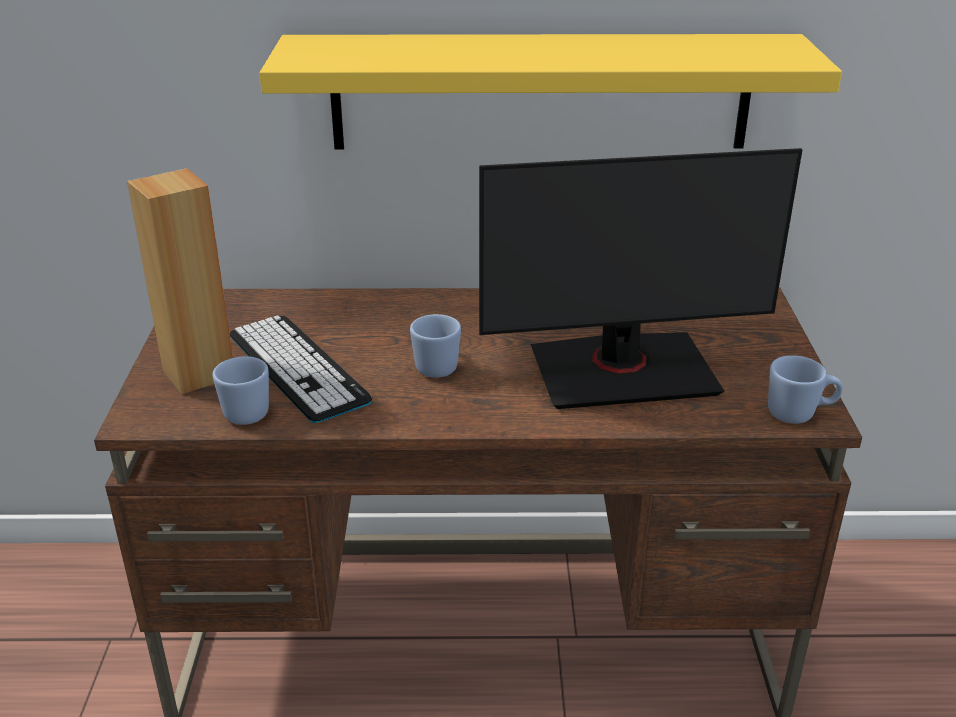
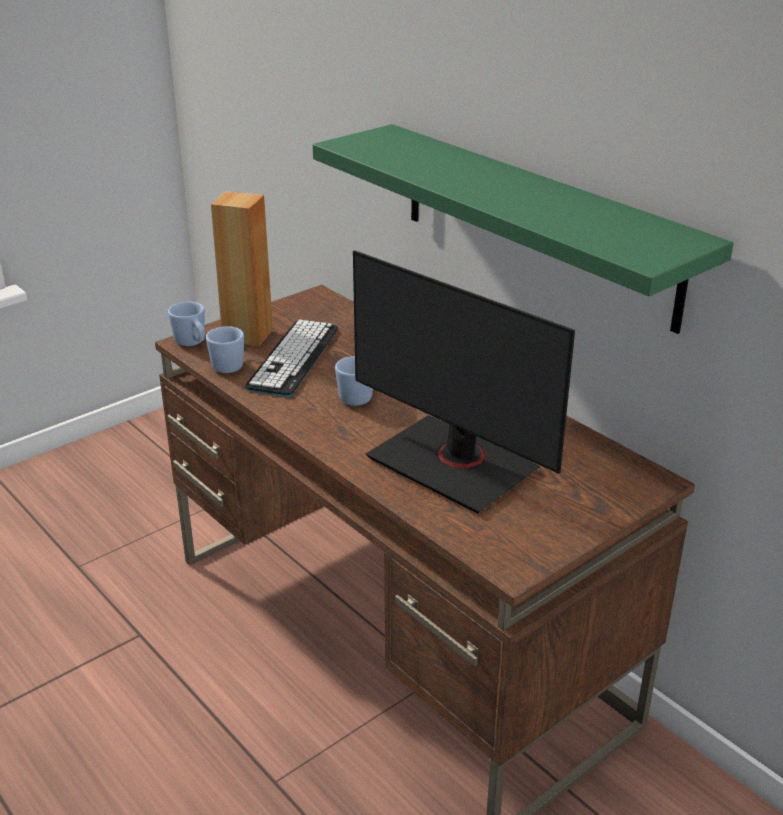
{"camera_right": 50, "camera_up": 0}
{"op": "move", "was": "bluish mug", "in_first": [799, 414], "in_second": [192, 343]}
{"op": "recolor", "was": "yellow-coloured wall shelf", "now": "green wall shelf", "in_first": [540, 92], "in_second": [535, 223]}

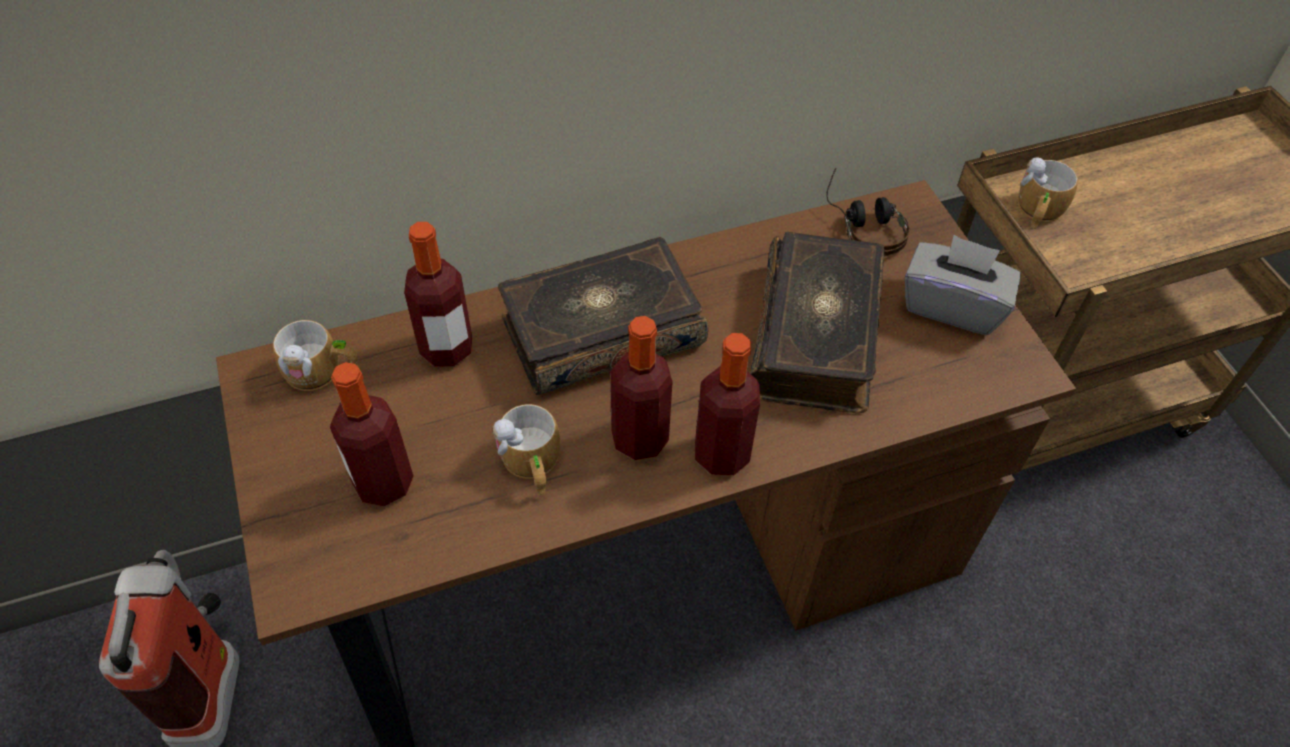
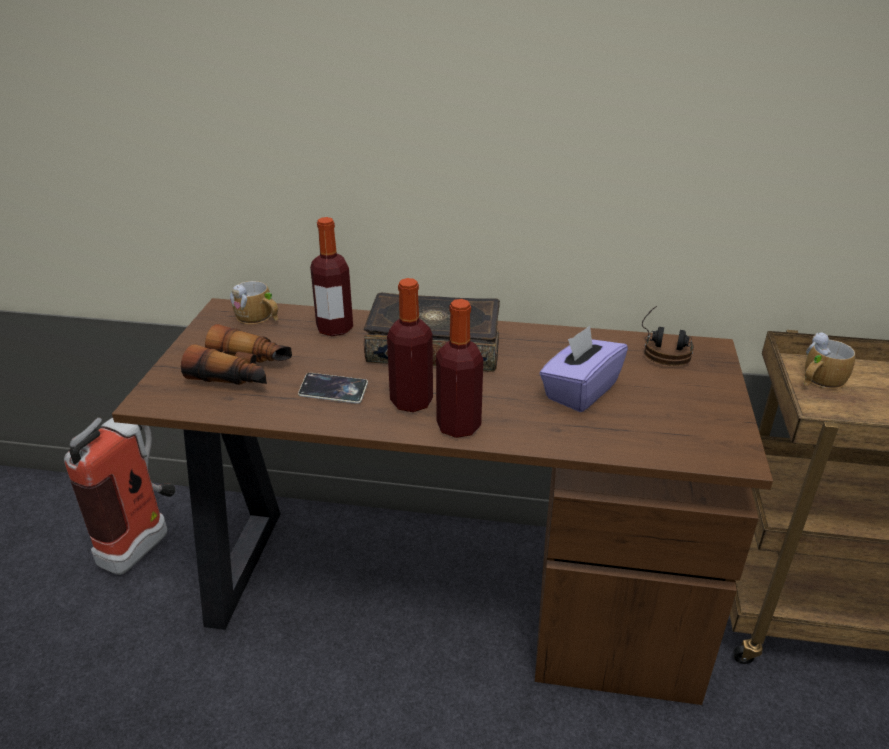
{"camera_right": 30, "camera_up": -20}
{"op": "replace", "was": "bottle", "now": "field glasses", "in_first": [384, 483], "in_second": [243, 372]}
{"op": "replace", "was": "mug", "now": "telephone", "in_first": [532, 465], "in_second": [333, 392]}
{"op": "replace", "was": "book", "now": "purple-coloured box of tissues", "in_first": [817, 336], "in_second": [580, 391]}
{"op": "delete", "was": "gray box of tissues", "in_first": [952, 305]}

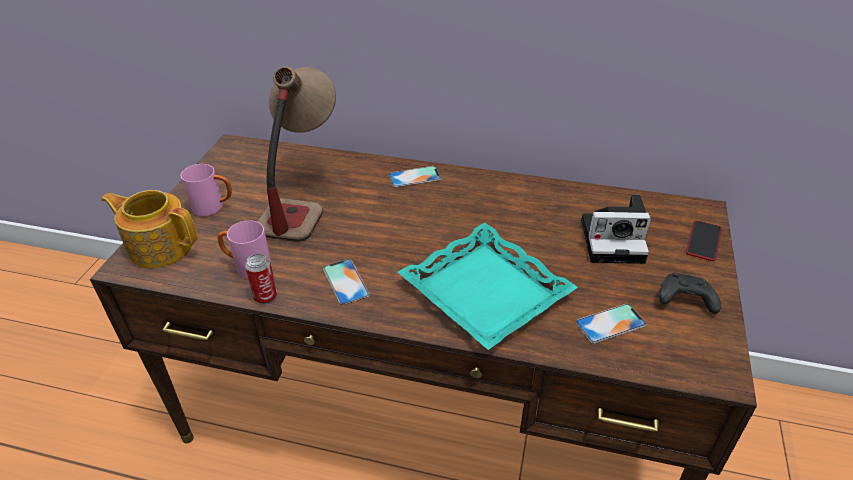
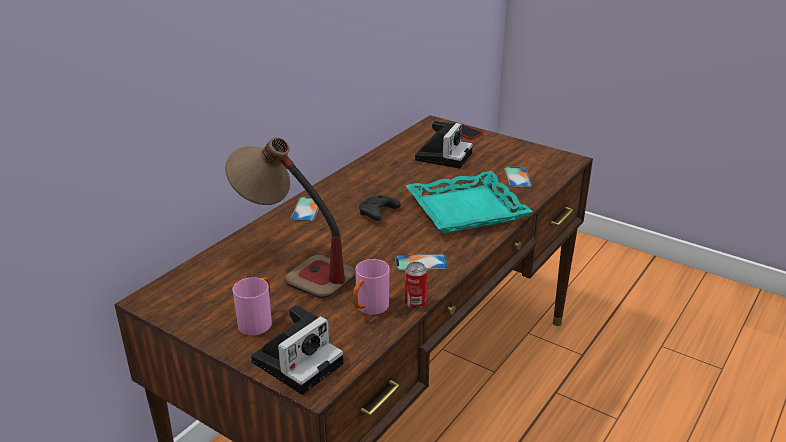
{"camera_right": -70, "camera_up": -10}
{"op": "replace", "was": "teapot", "now": "photo camera", "in_first": [160, 246], "in_second": [299, 360]}
{"op": "move", "was": "black-coloured game controller", "in_first": [684, 300], "in_second": [378, 214]}

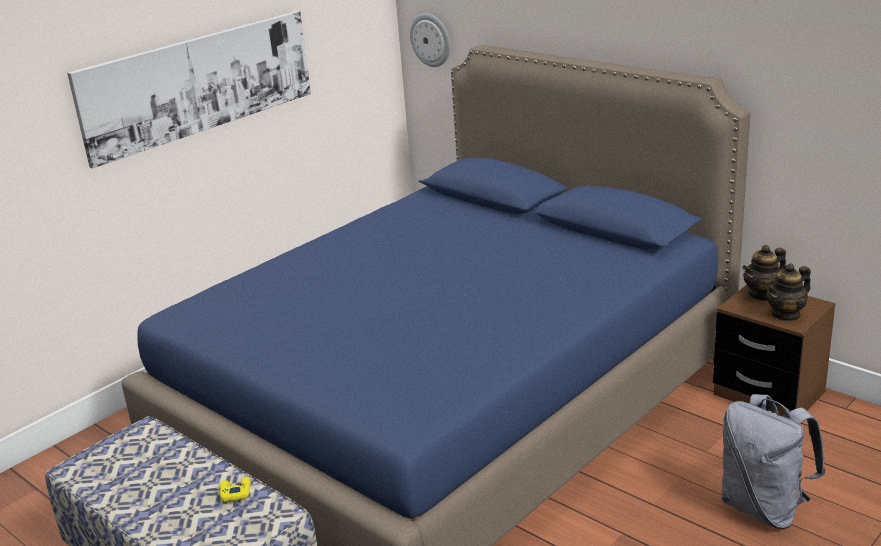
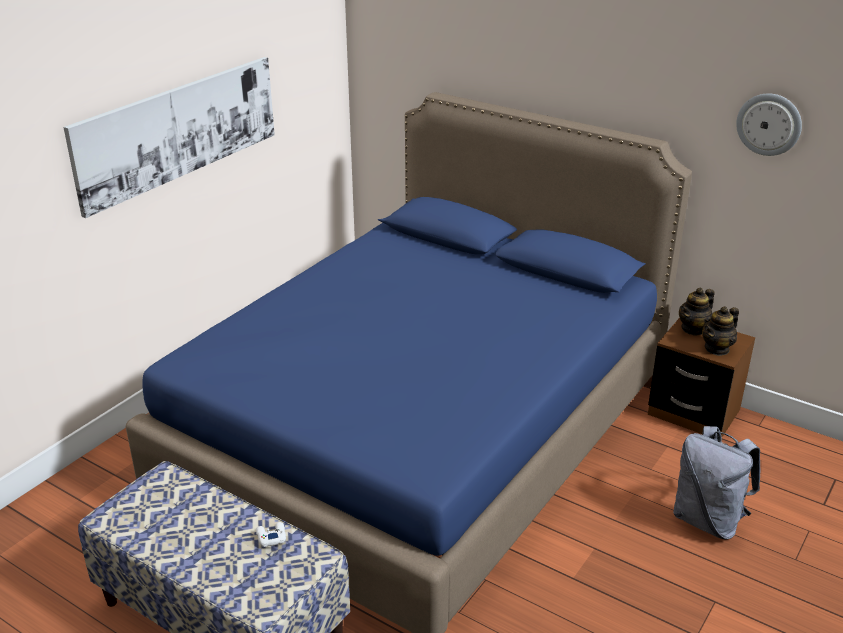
{"camera_right": -10, "camera_up": 5}
{"op": "recolor", "was": "yellow-coloured game controller", "now": "whitish game controller", "in_first": [235, 492], "in_second": [271, 537]}
{"op": "move", "was": "clock on the wall", "in_first": [431, 40], "in_second": [769, 124]}

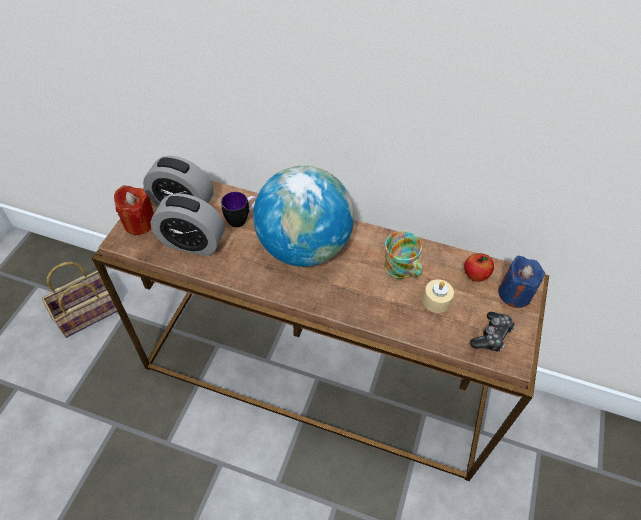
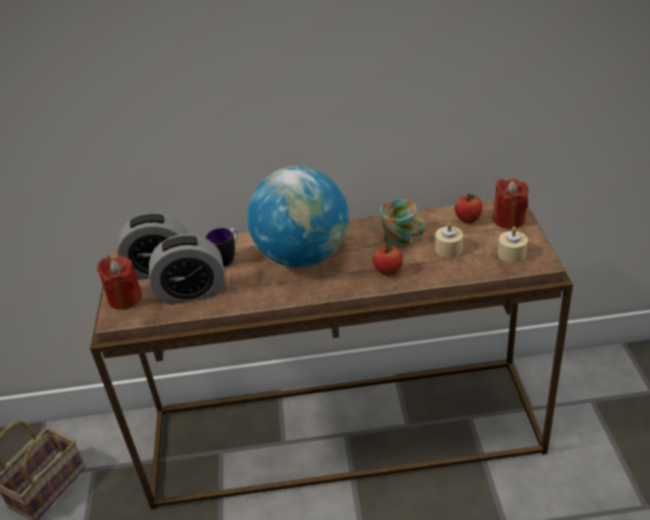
{"camera_right": -20, "camera_up": -15}
{"op": "insert", "now": "apple", "in_second": [388, 271]}
{"op": "recolor", "was": "bluish wax candle", "now": "red-coloured wax candle", "in_first": [514, 294], "in_second": [509, 219]}
{"op": "replace", "was": "game controller", "now": "beige wax candle", "in_first": [491, 336], "in_second": [512, 253]}

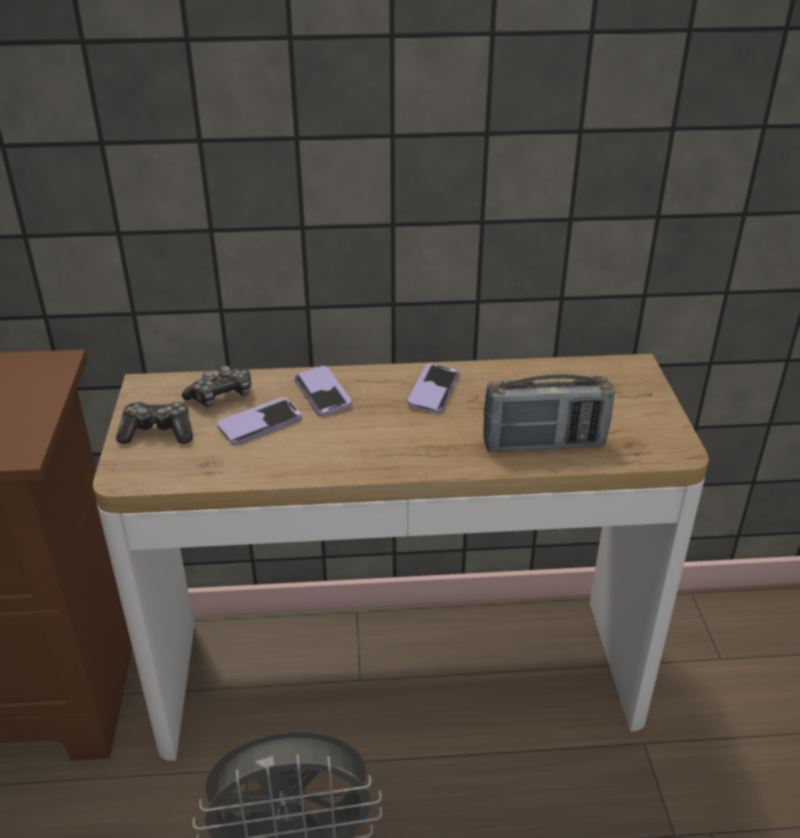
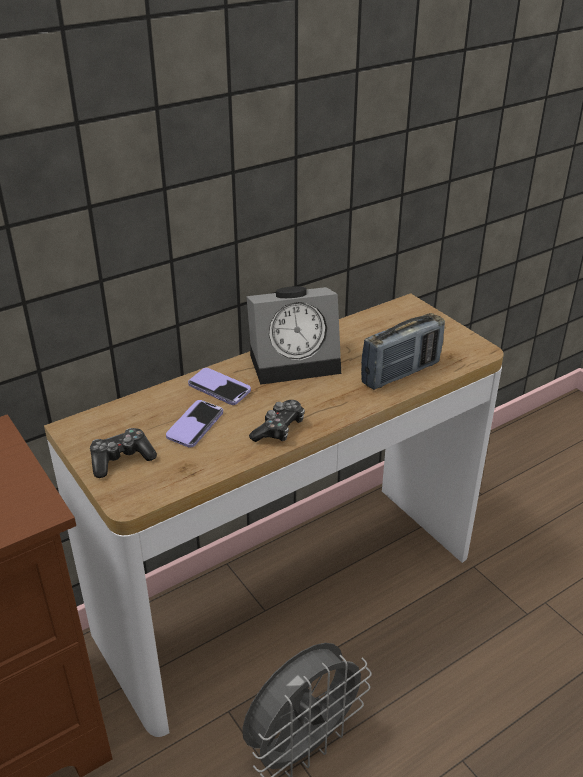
{"camera_right": -30, "camera_up": 0}
{"op": "replace", "was": "telephone", "now": "table clock", "in_first": [434, 390], "in_second": [296, 361]}
{"op": "move", "was": "game controller", "in_first": [221, 397], "in_second": [279, 429]}

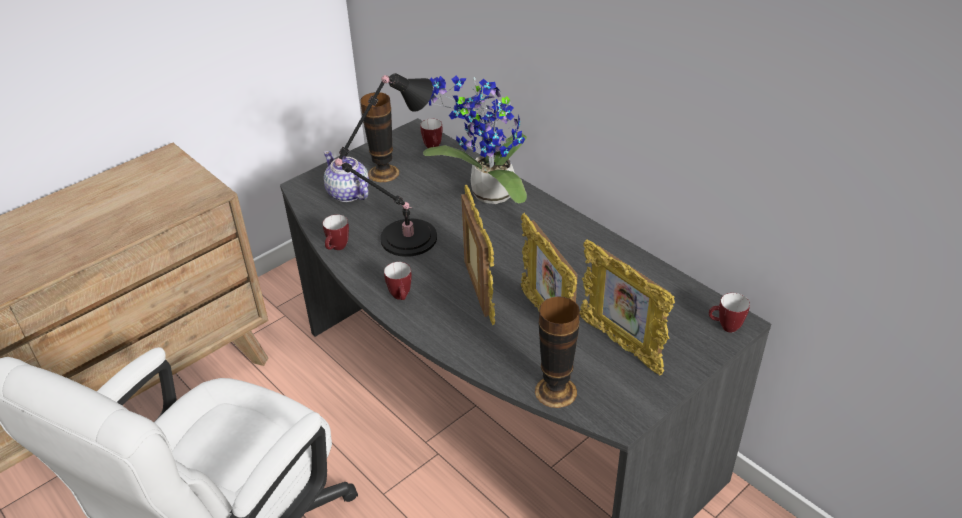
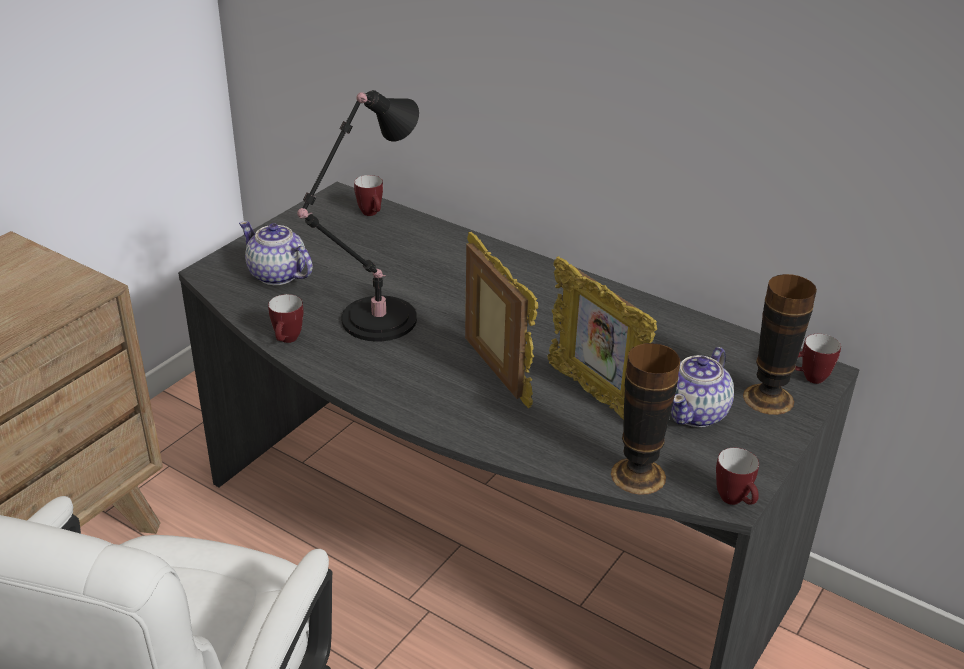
{"camera_right": -15, "camera_up": -5}
{"op": "replace", "was": "picture frame", "now": "teapot", "in_first": [621, 345], "in_second": [695, 412]}
{"op": "move", "was": "mug", "in_first": [401, 297], "in_second": [735, 501]}
{"op": "move", "was": "decorative vase", "in_first": [383, 173], "in_second": [768, 398]}
{"op": "delete", "was": "potted plant", "in_first": [487, 195]}

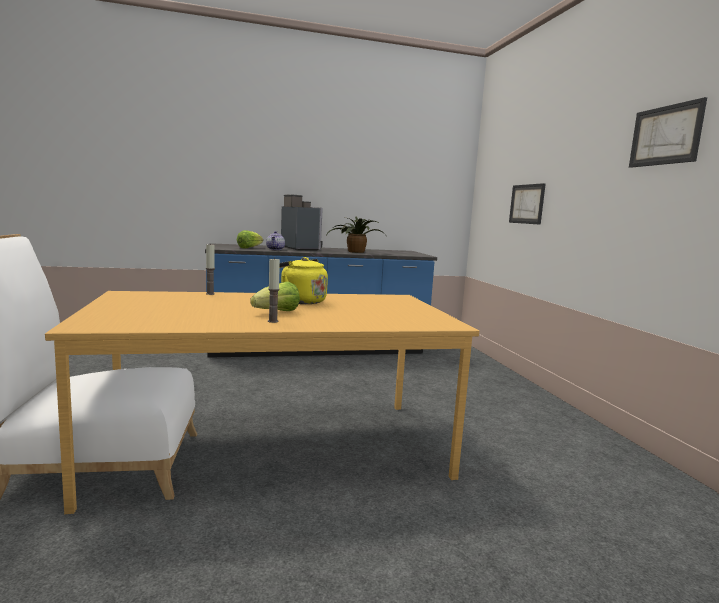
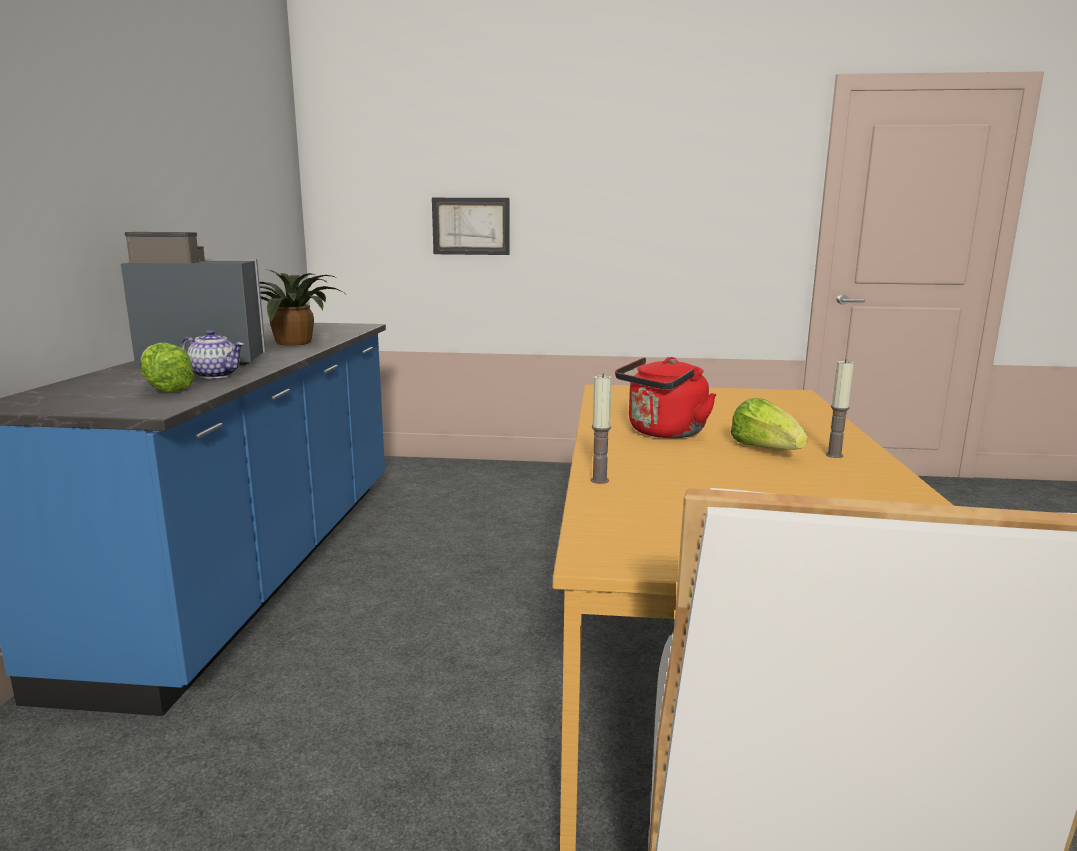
{"camera_right": -70, "camera_up": 5}
{"op": "recolor", "was": "yellow-coloured kettle", "now": "red-coloured kettle", "in_first": [300, 301], "in_second": [663, 433]}
{"op": "delete", "was": "wall art", "in_first": [665, 135]}

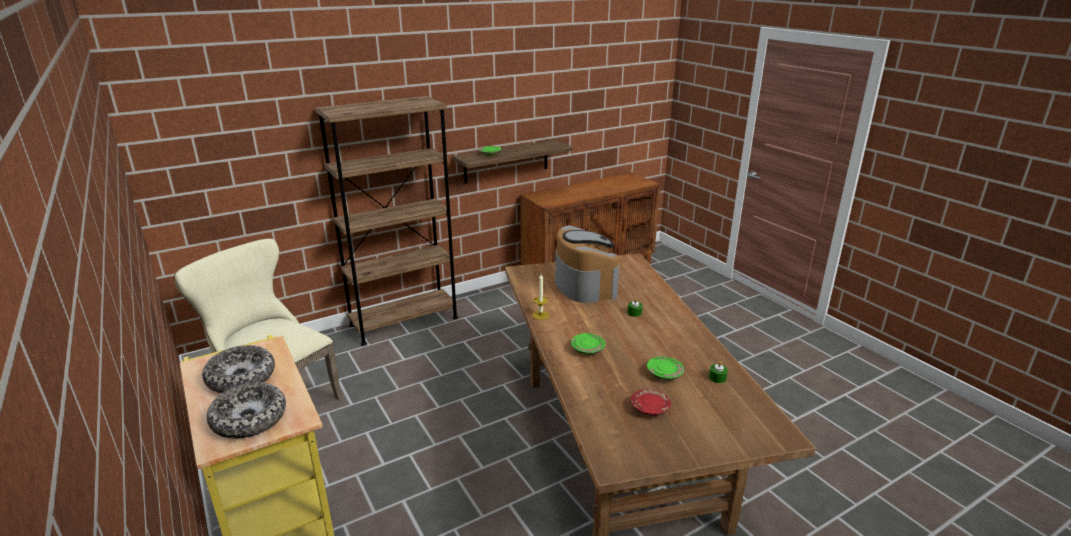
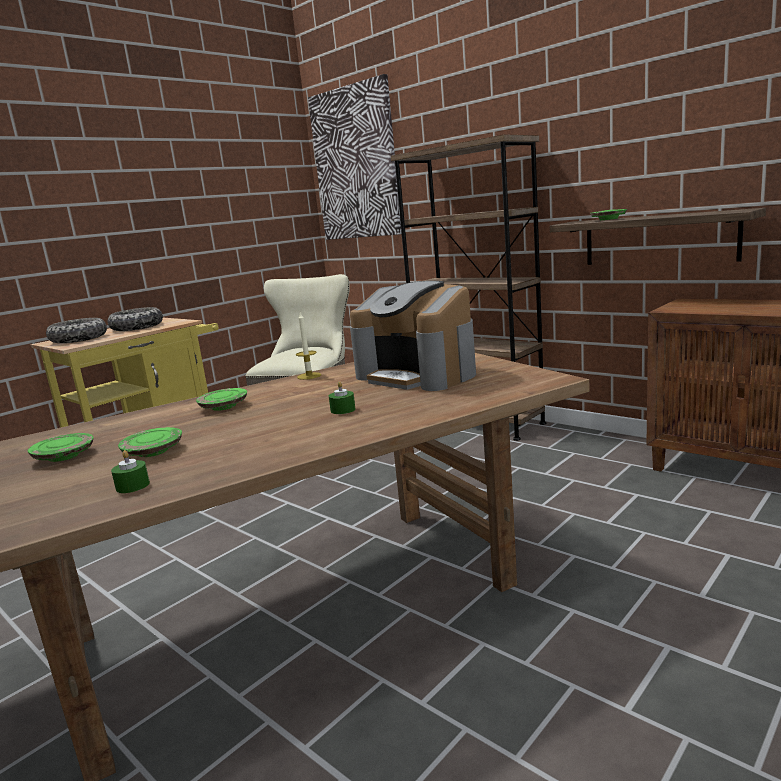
{"camera_right": 75, "camera_up": -10}
{"op": "recolor", "was": "red-coloured flat dish", "now": "green flat dish", "in_first": [649, 408], "in_second": [64, 456]}
{"op": "insert", "now": "wall art", "in_second": [355, 164]}
{"op": "rotate", "was": "coffee machine", "in_first": [584, 284], "in_second": [418, 375], "clockwise": 75}

